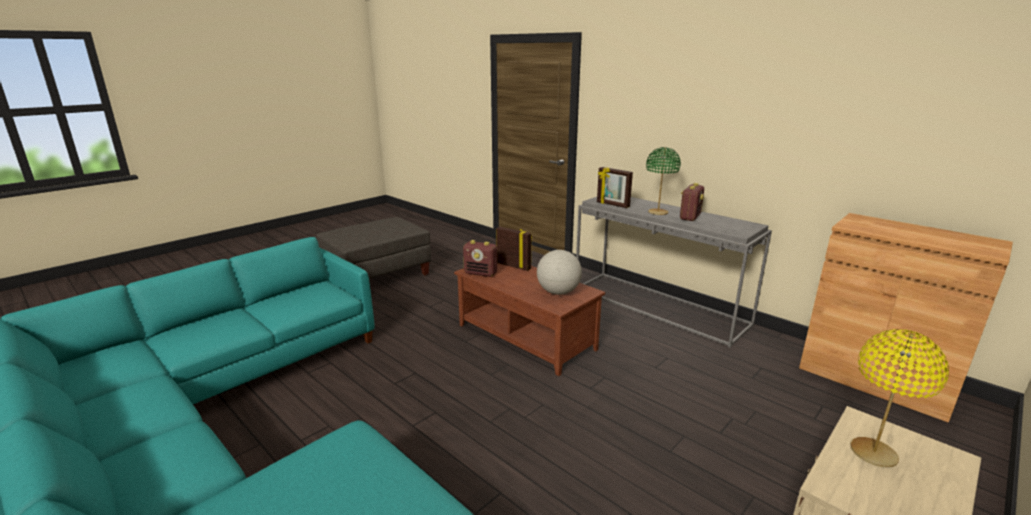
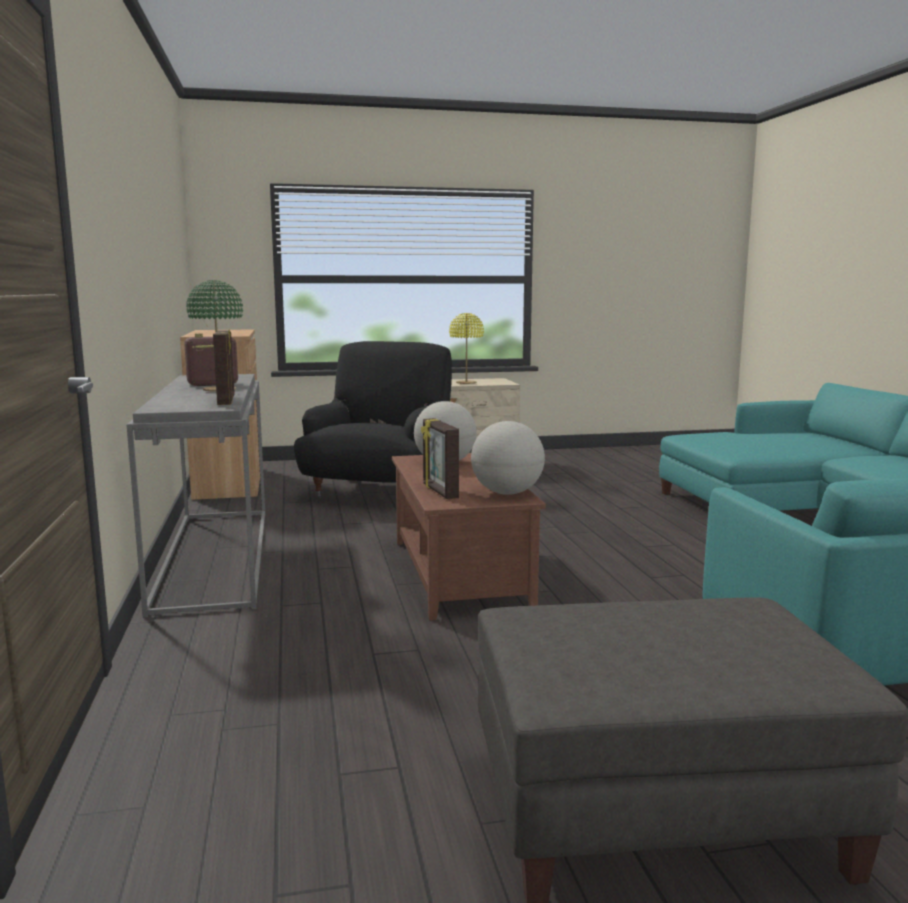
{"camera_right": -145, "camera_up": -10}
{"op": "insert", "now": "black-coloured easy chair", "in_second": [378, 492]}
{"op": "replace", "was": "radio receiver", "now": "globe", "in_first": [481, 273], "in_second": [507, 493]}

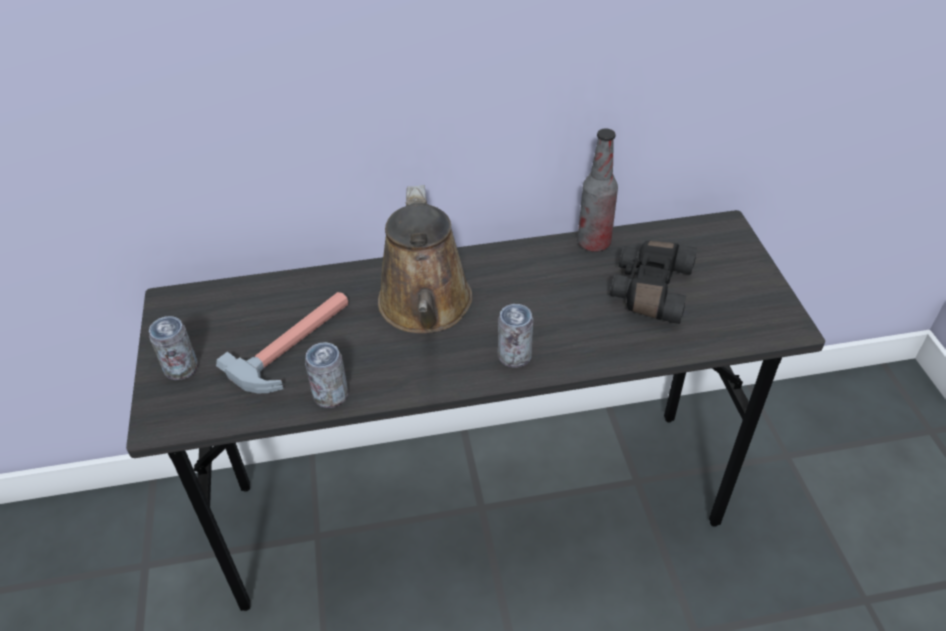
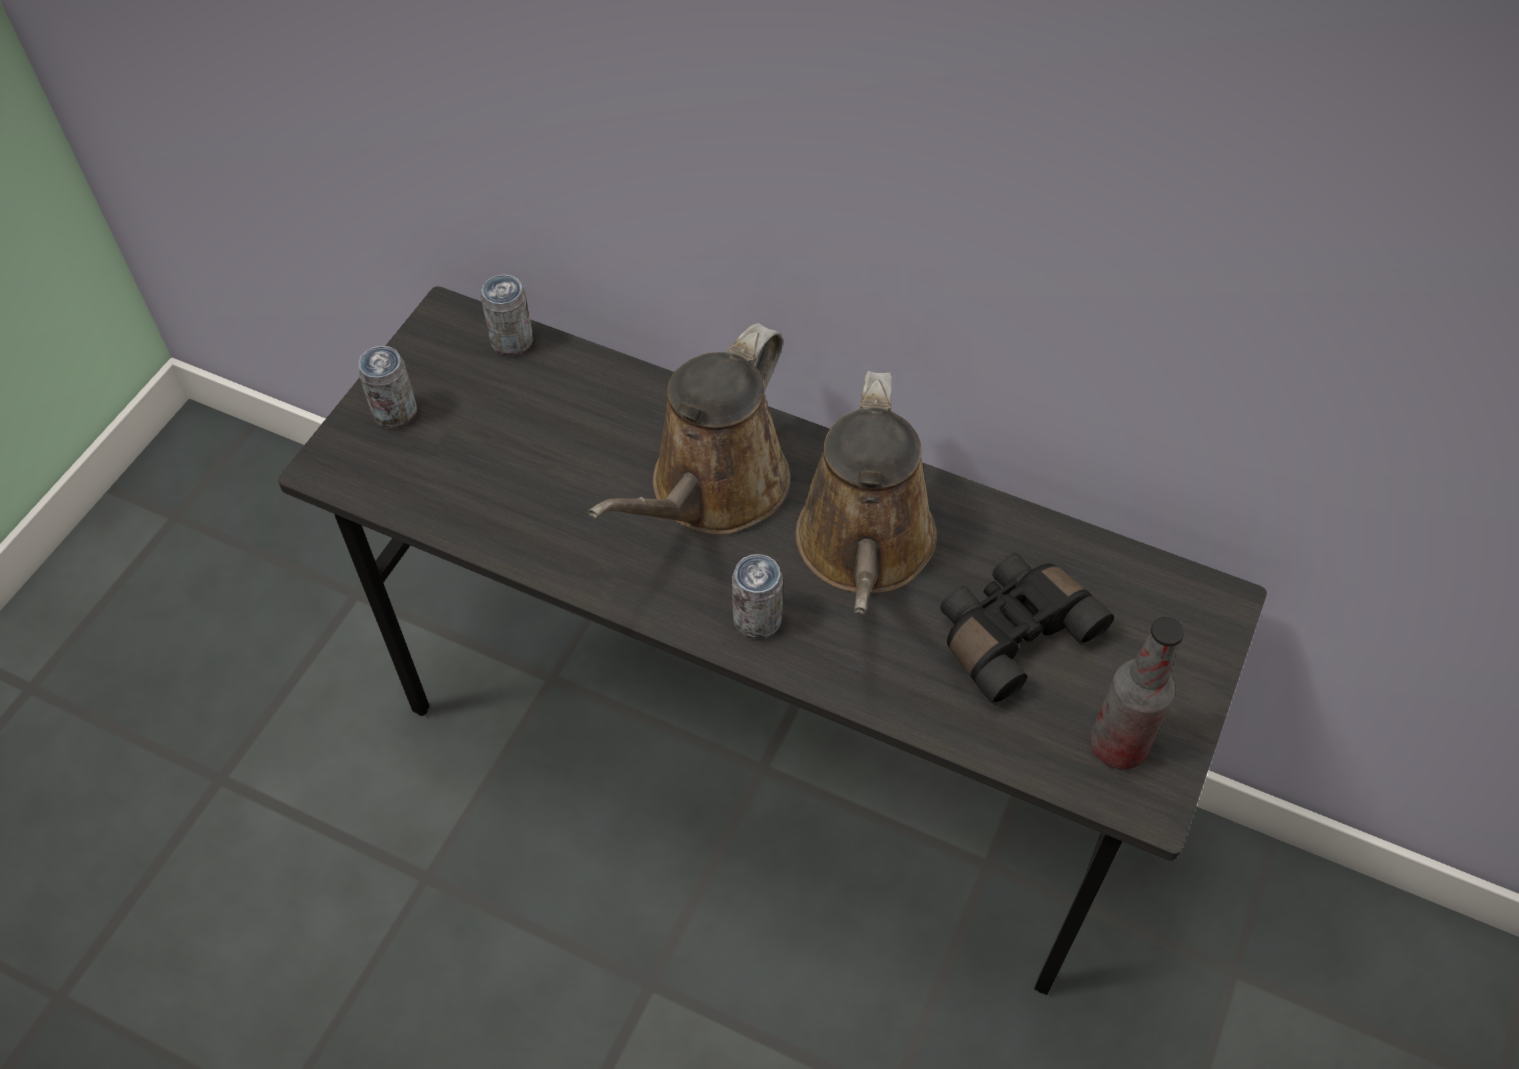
{"camera_right": 35, "camera_up": 10}
{"op": "move", "was": "metal can", "in_first": [331, 395], "in_second": [512, 341]}
{"op": "insert", "now": "brown-coloured sprinkling can", "in_second": [865, 550]}
{"op": "move", "was": "bottle", "in_first": [593, 243], "in_second": [1118, 745]}
{"op": "delete", "was": "tool hammer", "in_first": [296, 345]}

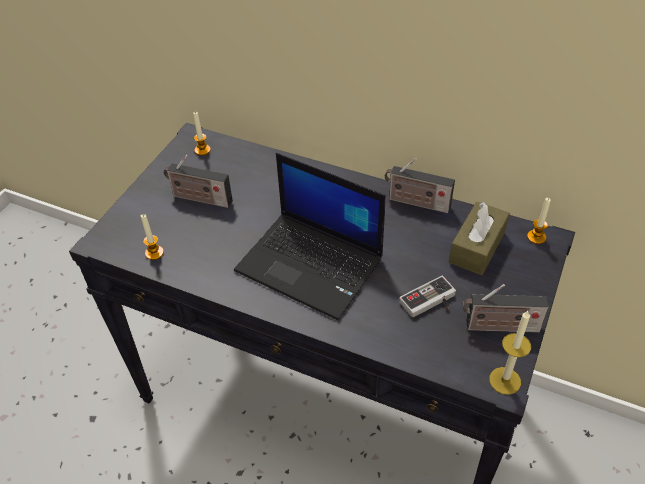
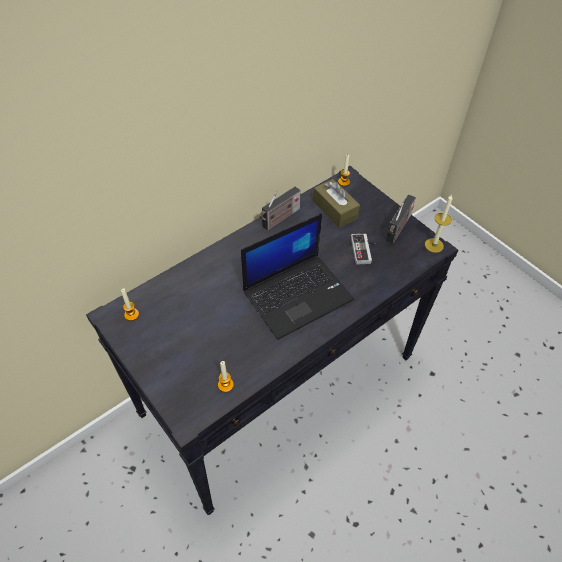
{"camera_right": -65, "camera_up": 5}
{"op": "delete", "was": "radio receiver", "in_first": [199, 199]}

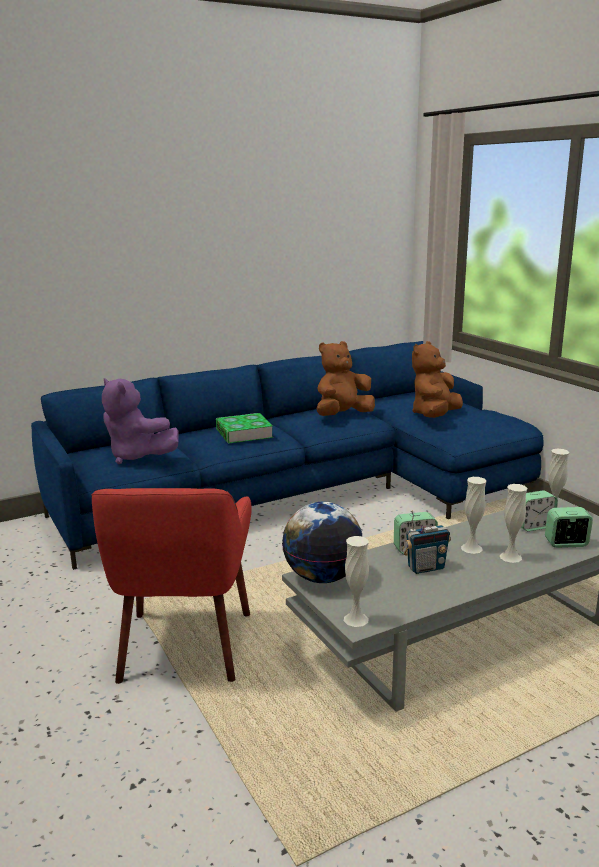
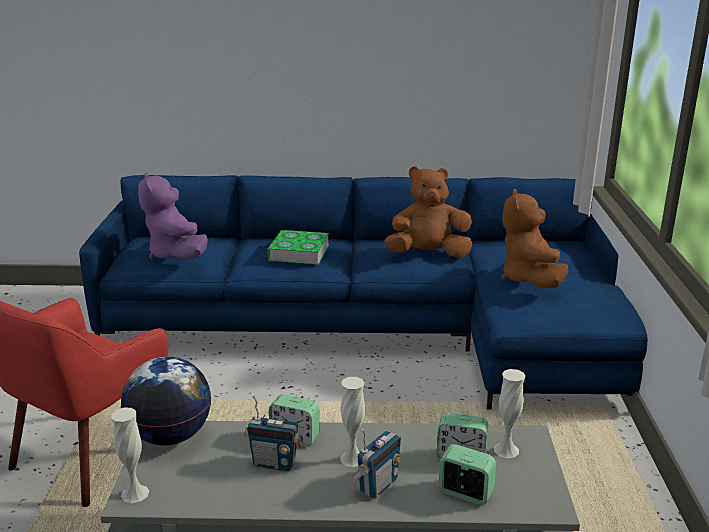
{"camera_right": 30, "camera_up": 5}
{"op": "replace", "was": "whitish decorative vase", "now": "radio receiver", "in_first": [510, 557], "in_second": [378, 485]}
{"op": "rotate", "was": "brown-coloured soft toy", "in_first": [434, 415], "in_second": [529, 279], "clockwise": -60}

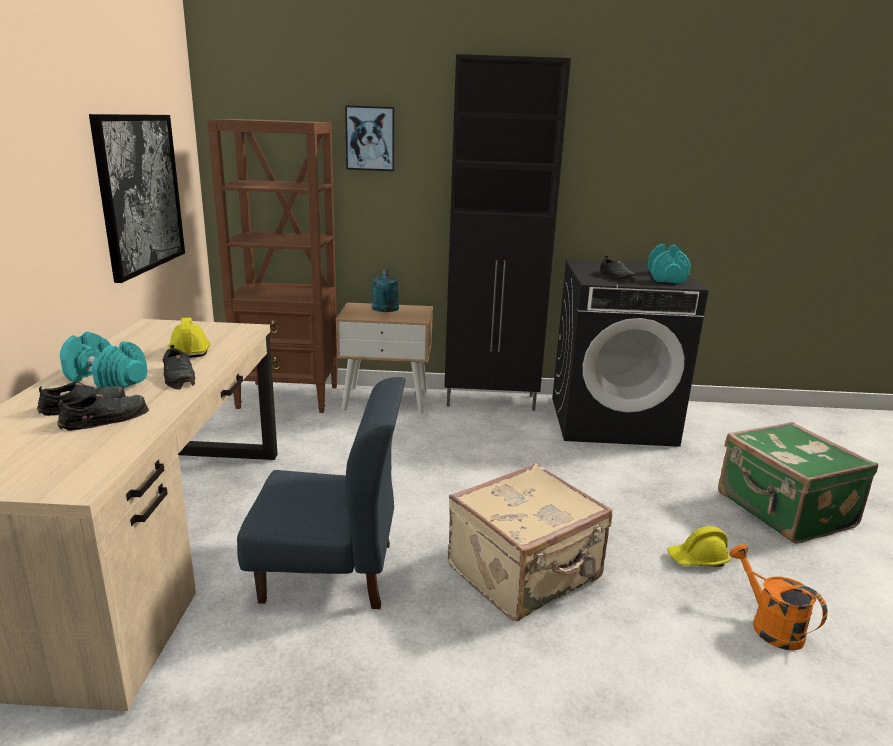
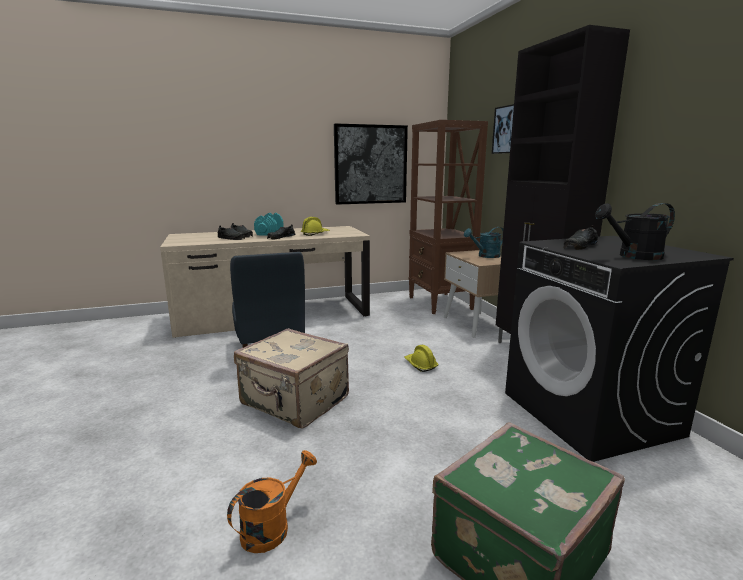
{"camera_right": 70, "camera_up": -5}
{"op": "move", "was": "yellow-coloured safety helmet", "in_first": [697, 559], "in_second": [420, 365]}
{"op": "replace", "was": "blue-green free weight", "now": "black-coloured sprinkling can", "in_first": [666, 277], "in_second": [634, 256]}

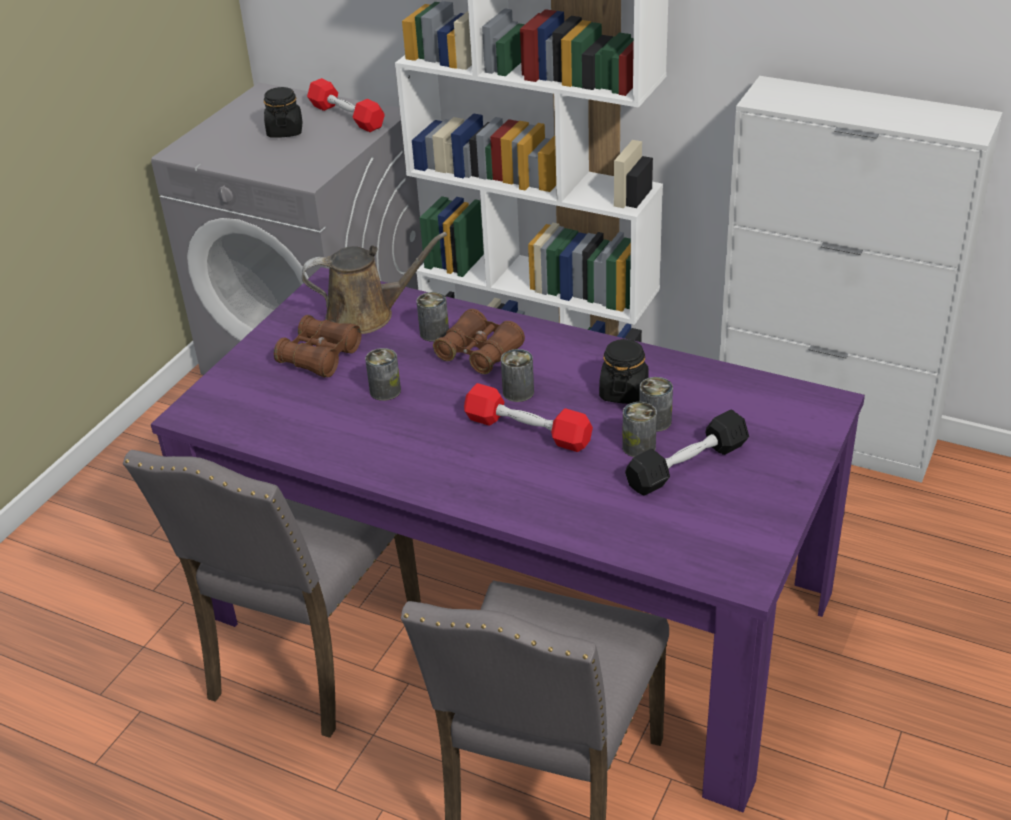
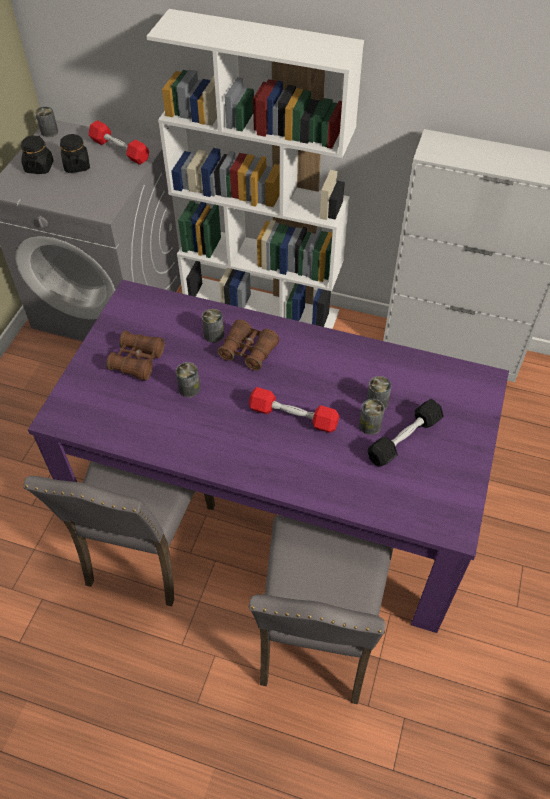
{"camera_right": -10, "camera_up": 15}
{"op": "move", "was": "black-coloured preserve jar", "in_first": [623, 392], "in_second": [39, 167]}
{"op": "move", "was": "metal can", "in_first": [518, 392], "in_second": [49, 132]}
{"op": "delete", "was": "brown-coloured sprinkling can", "in_first": [367, 315]}

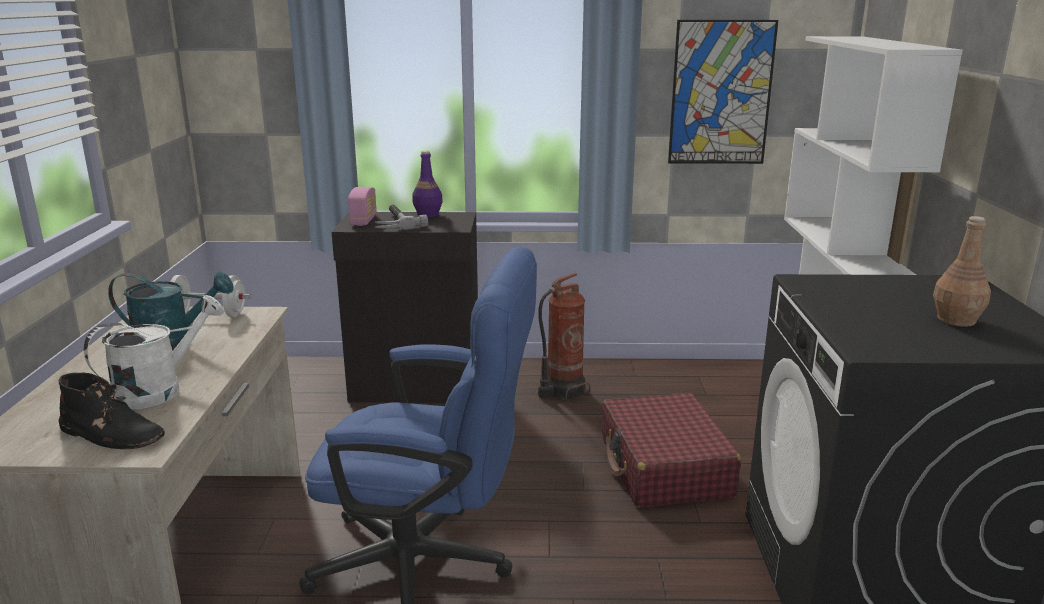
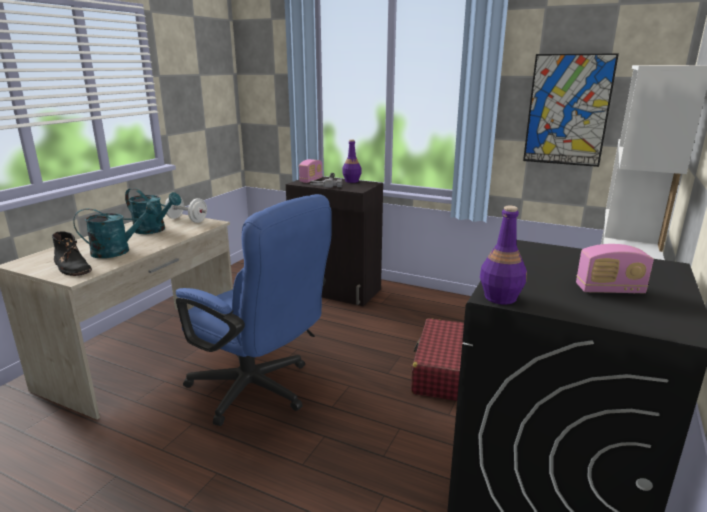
{"camera_right": 25, "camera_up": 0}
{"op": "recolor", "was": "whitish sprinkling can", "now": "blue-green sprinkling can", "in_first": [159, 390], "in_second": [118, 251]}
{"op": "insert", "now": "purple-coloured bottle", "in_second": [500, 297]}
{"op": "replace", "was": "brown-coloured bottle", "now": "radio receiver", "in_first": [956, 320], "in_second": [609, 290]}
{"op": "delete", "was": "fire-fighting cylinder", "in_first": [562, 390]}

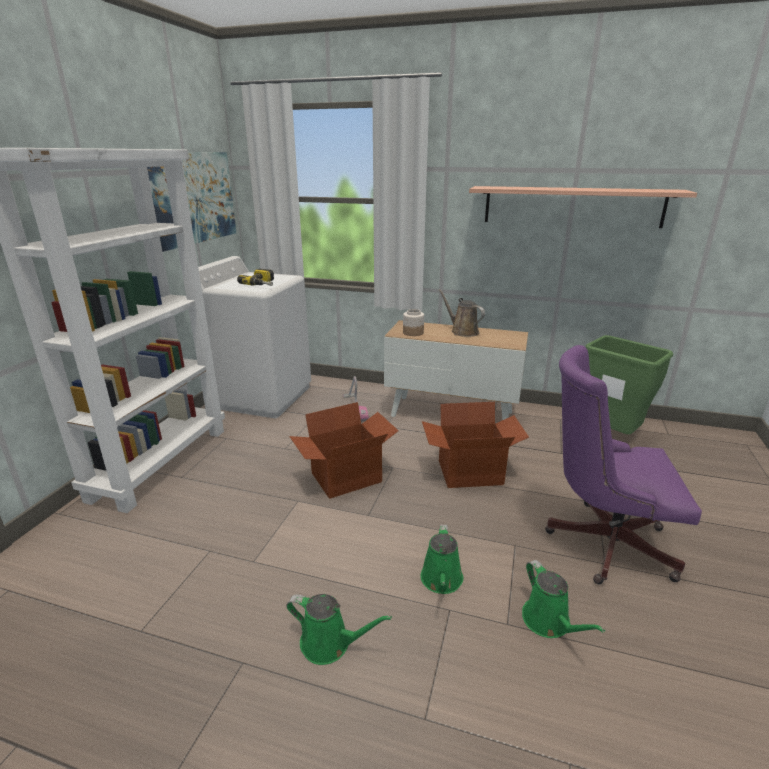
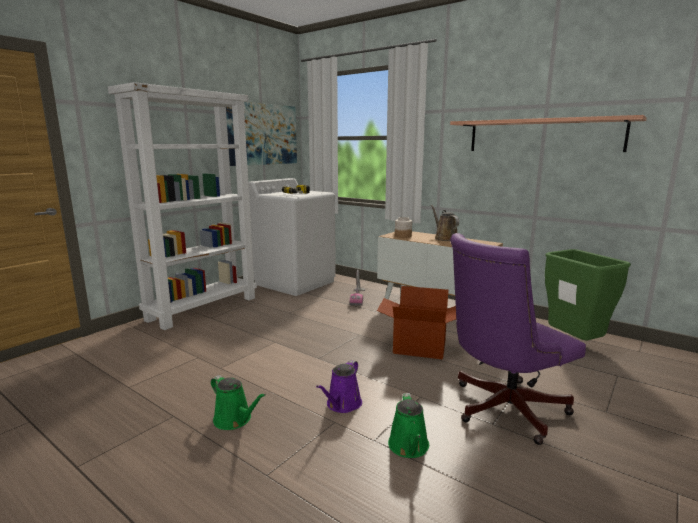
{"camera_right": 20, "camera_up": -10}
{"op": "recolor", "was": "green sprinkling can", "now": "purple-coloured sprinkling can", "in_first": [441, 581], "in_second": [342, 405]}
{"op": "rotate", "was": "purple-coloured desk chair", "in_first": [601, 541], "in_second": [501, 409], "clockwise": -60}
{"op": "delete", "was": "carton", "in_first": [346, 478]}

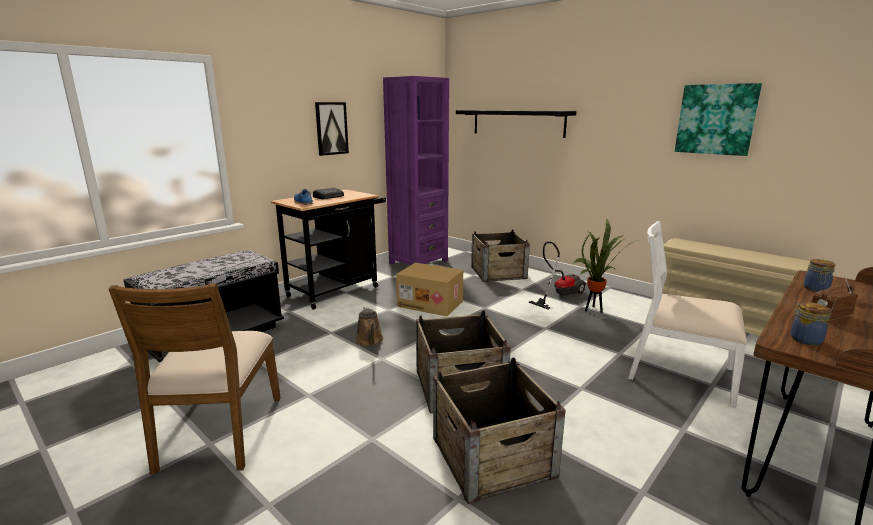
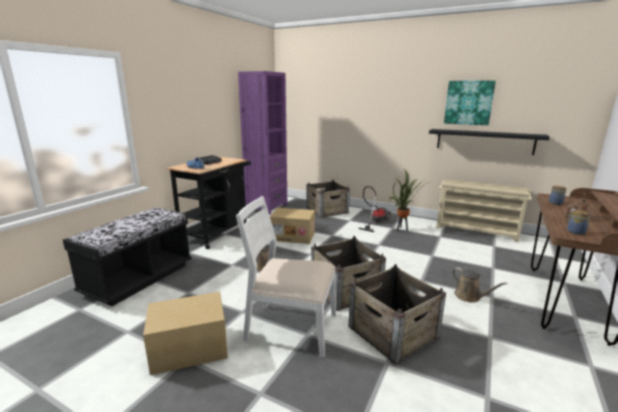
{"camera_right": -15, "camera_up": 0}
{"op": "replace", "was": "brown-coloured upright chair", "now": "carton", "in_first": [219, 432], "in_second": [189, 349]}
{"op": "move", "was": "whitish upright chair", "in_first": [679, 374], "in_second": [290, 327]}
{"op": "move", "was": "black-coloured wall shelf", "in_first": [517, 123], "in_second": [484, 141]}
{"op": "insert", "now": "brown-coloured sprinkling can", "in_second": [469, 297]}
{"op": "delete", "was": "wall art", "in_first": [331, 128]}

